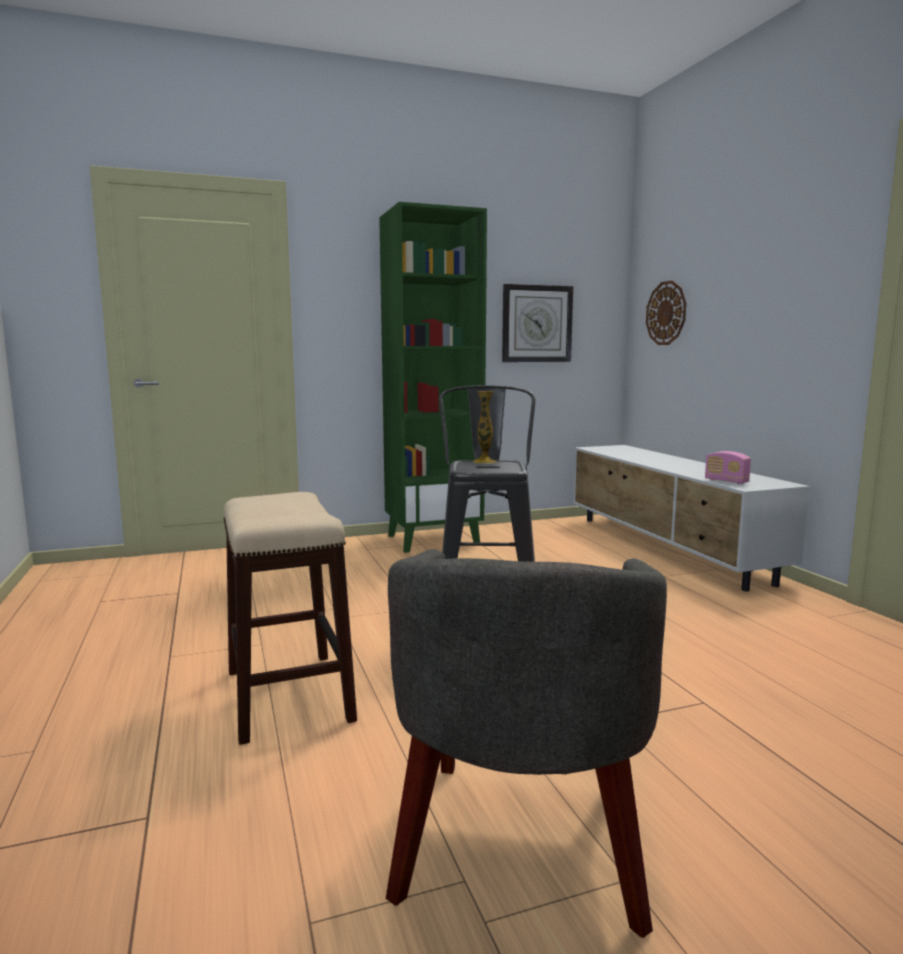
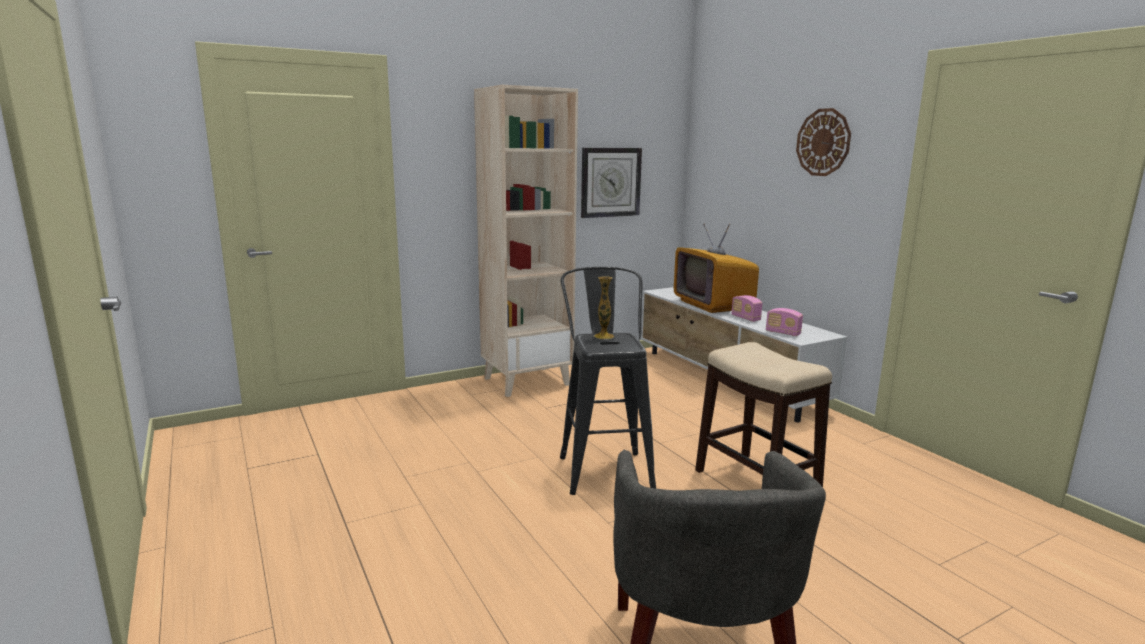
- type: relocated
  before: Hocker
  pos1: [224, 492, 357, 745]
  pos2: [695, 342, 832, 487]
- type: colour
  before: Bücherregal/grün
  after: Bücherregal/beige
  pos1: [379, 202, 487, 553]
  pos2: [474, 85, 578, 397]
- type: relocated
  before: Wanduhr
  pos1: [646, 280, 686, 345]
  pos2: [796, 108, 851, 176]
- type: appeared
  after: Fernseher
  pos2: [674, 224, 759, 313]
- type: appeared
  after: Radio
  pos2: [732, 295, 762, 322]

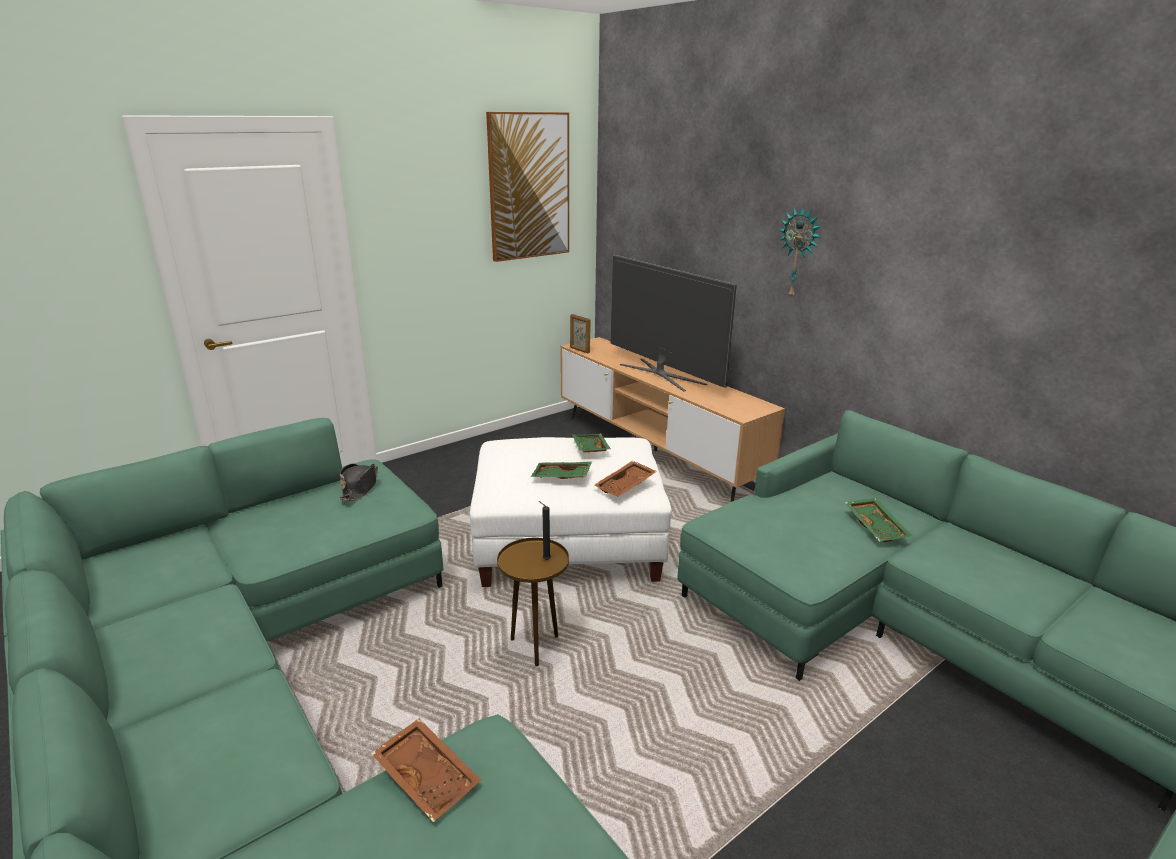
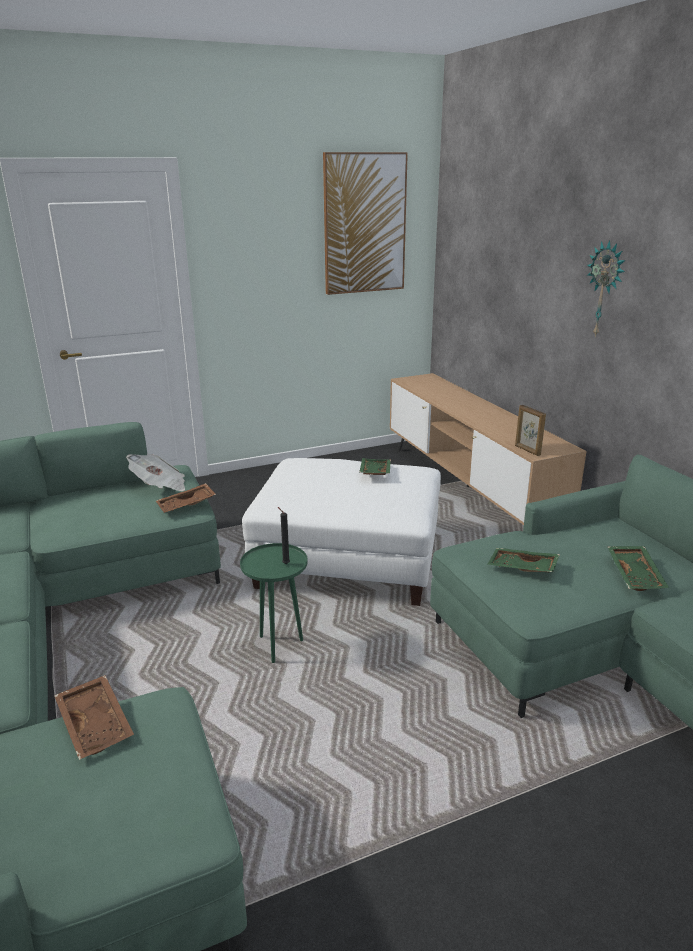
- type: exchanged
  before: Hut/schwarz
  after: Zeitung
  pos1: [339, 463, 378, 501]
  pos2: [126, 454, 185, 491]
- type: colour
  before: Beistelltisch/braun
  after: Beistelltisch/grün
  pos1: [497, 538, 569, 666]
  pos2: [240, 543, 308, 663]
- type: relocated
  before: Tablett/grün
  pos1: [531, 462, 592, 479]
  pos2: [487, 548, 560, 572]
- type: relocated
  before: Bilderrahmen
  pos1: [570, 314, 591, 353]
  pos2: [515, 405, 546, 456]
- type: relocated
  before: Tablett/braun
  pos1: [594, 461, 657, 497]
  pos2: [156, 483, 216, 513]
- type: missing
  before: Fernseher
  pos1: [611, 255, 737, 392]

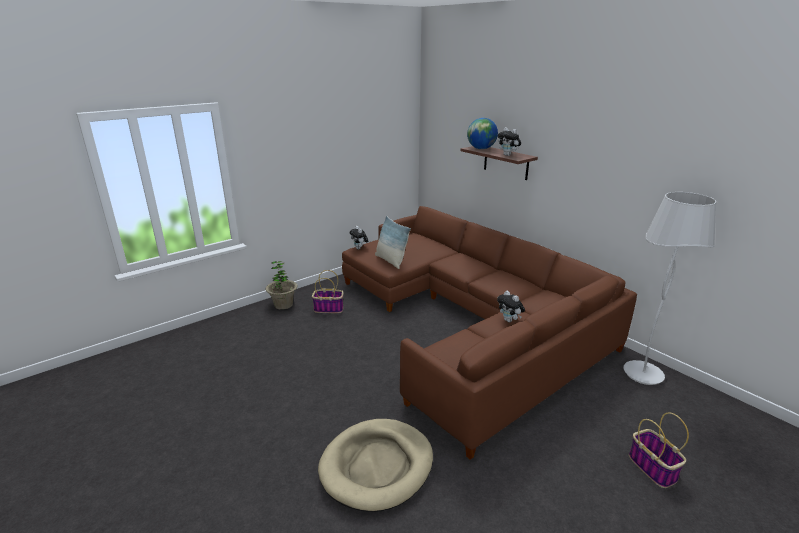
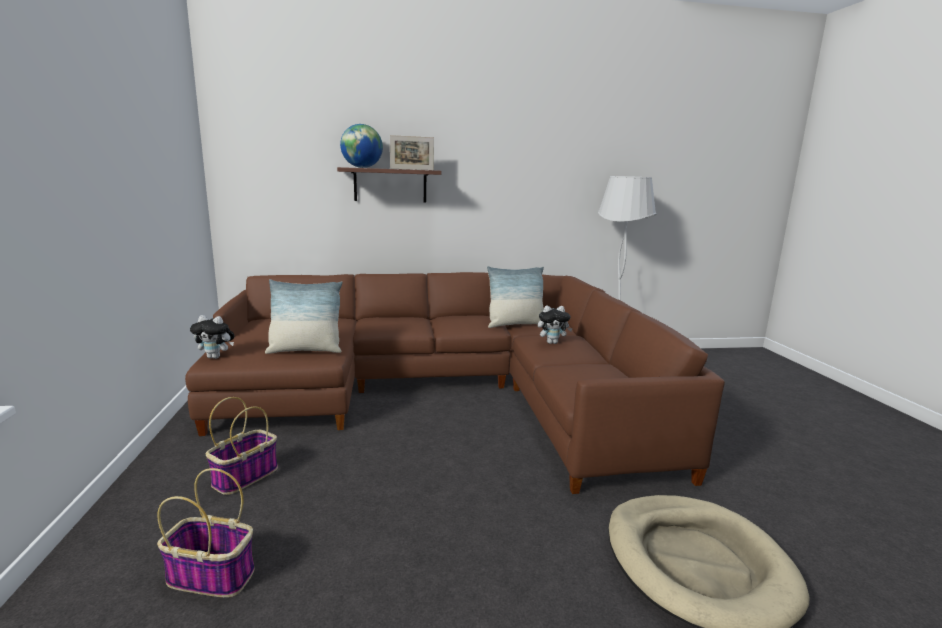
- type: missing
  before: Topfpflanze
  pos1: [265, 261, 298, 310]
- type: exchanged
  before: Plüschtier
  after: Bilderrahmen
  pos1: [498, 128, 521, 156]
  pos2: [390, 135, 434, 170]
- type: relocated
  before: Korb
  pos1: [629, 412, 689, 488]
  pos2: [157, 468, 255, 597]
- type: appeared
  after: Kissen
  pos2: [487, 266, 544, 328]

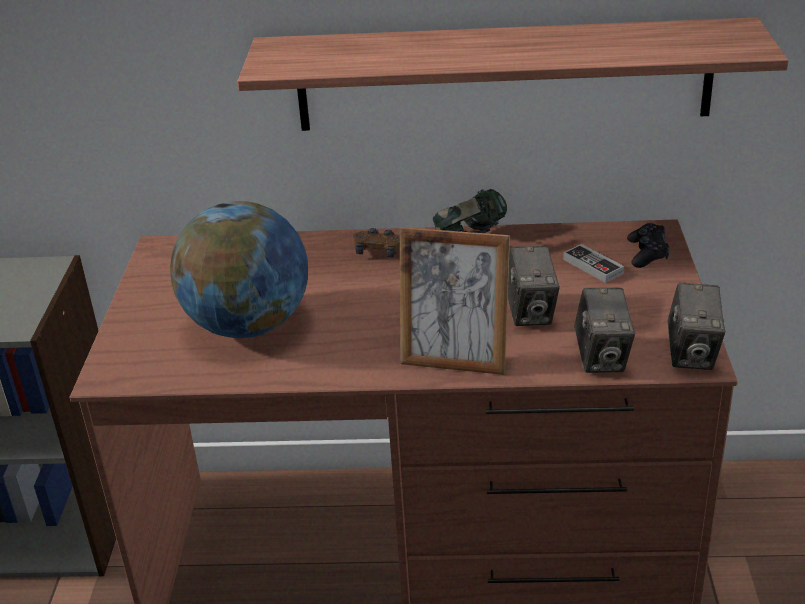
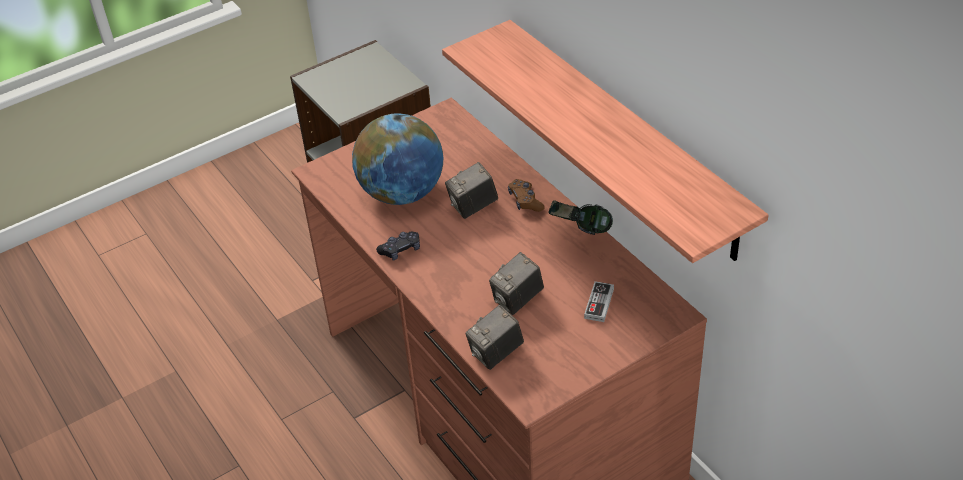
- type: missing
  before: Bilderrahmen
  pos1: [400, 227, 510, 375]
- type: relocated
  before: Gamepad/schwarz
  pos1: [627, 223, 670, 268]
  pos2: [376, 232, 420, 261]
- type: relocated
  before: Kamera
  pos1: [668, 283, 725, 370]
  pos2: [445, 162, 498, 219]

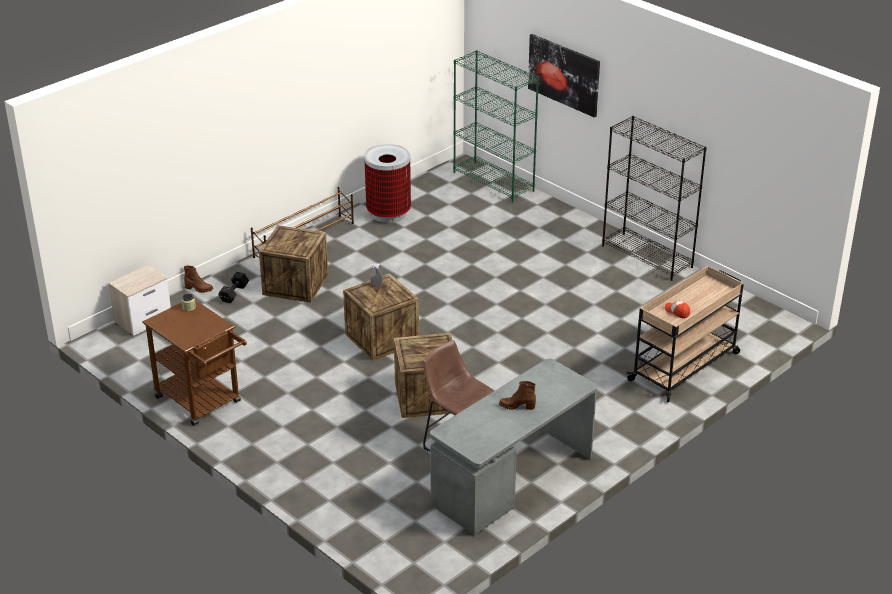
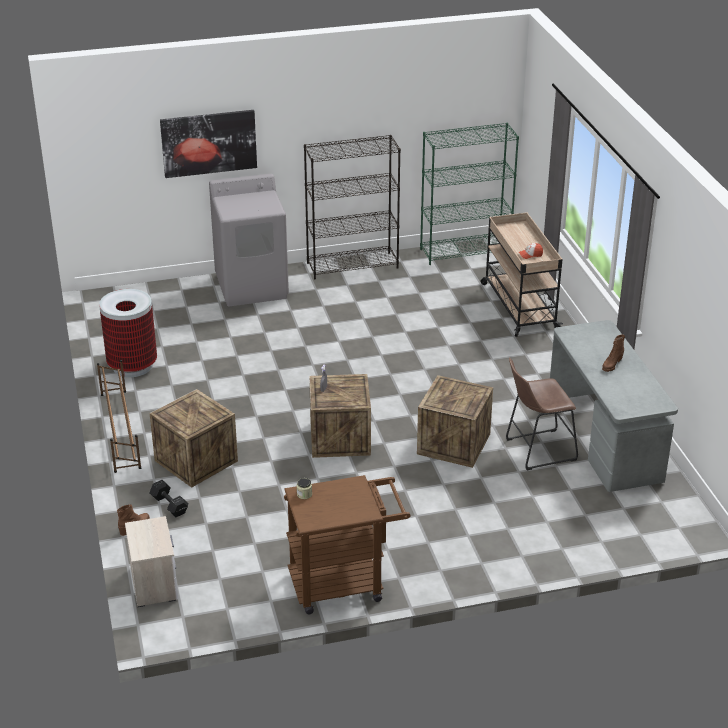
- type: relocated
  before: Bücherregal/grün
  pos1: [453, 50, 539, 203]
  pos2: [420, 123, 519, 265]
- type: appeared
  after: Waschmaschine/grau
  pos2: [209, 174, 289, 306]

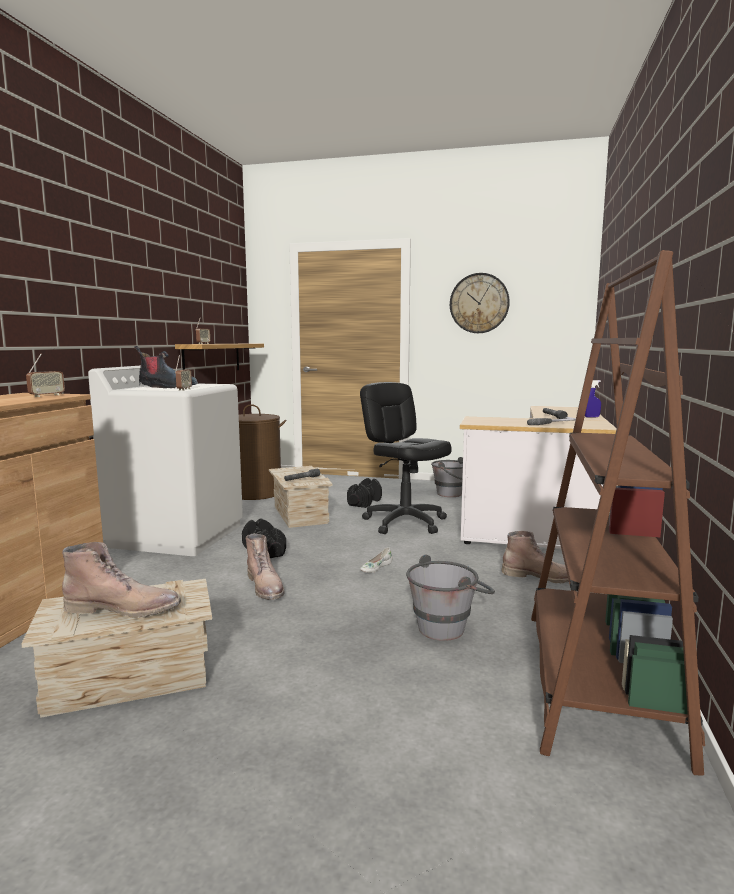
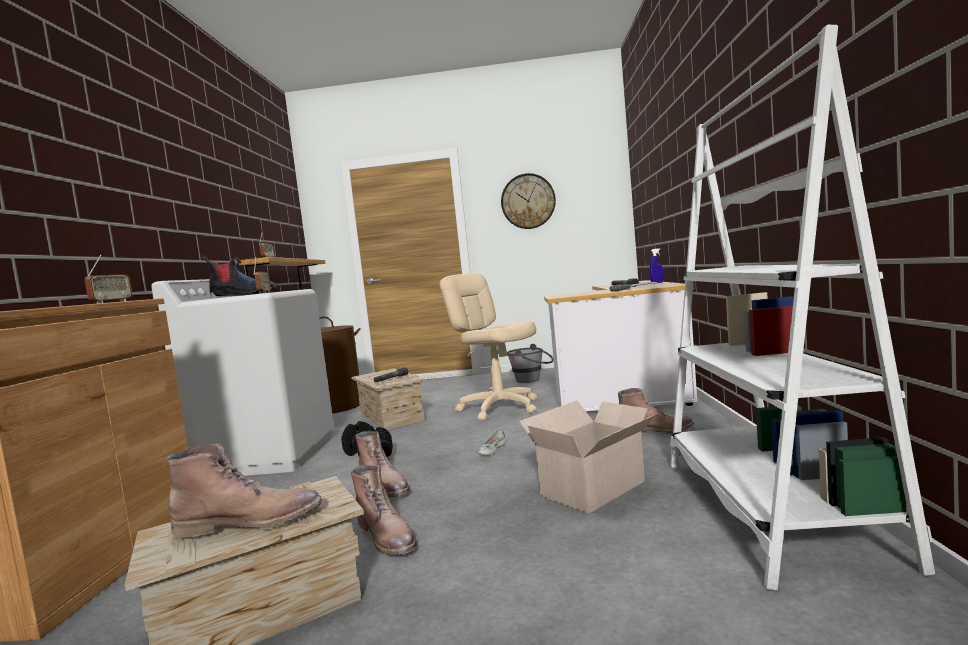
- type: missing
  before: Hantel/schwarz
  pos1: [347, 478, 382, 508]
- type: colour
  before: Bürostuhl/schwarz
  after: Bürostuhl/beige
  pos1: [360, 382, 452, 534]
  pos2: [440, 274, 537, 421]
- type: exchanged
  before: Eimer/grau
  after: Karton
  pos1: [406, 555, 495, 641]
  pos2: [519, 400, 658, 514]
- type: colour
  before: Bücherregal/braun
  after: Bücherregal/weiß
  pos1: [531, 250, 705, 776]
  pos2: [670, 25, 935, 590]
- type: appeared
  after: Stiefel/braun
  pos2: [351, 466, 417, 556]

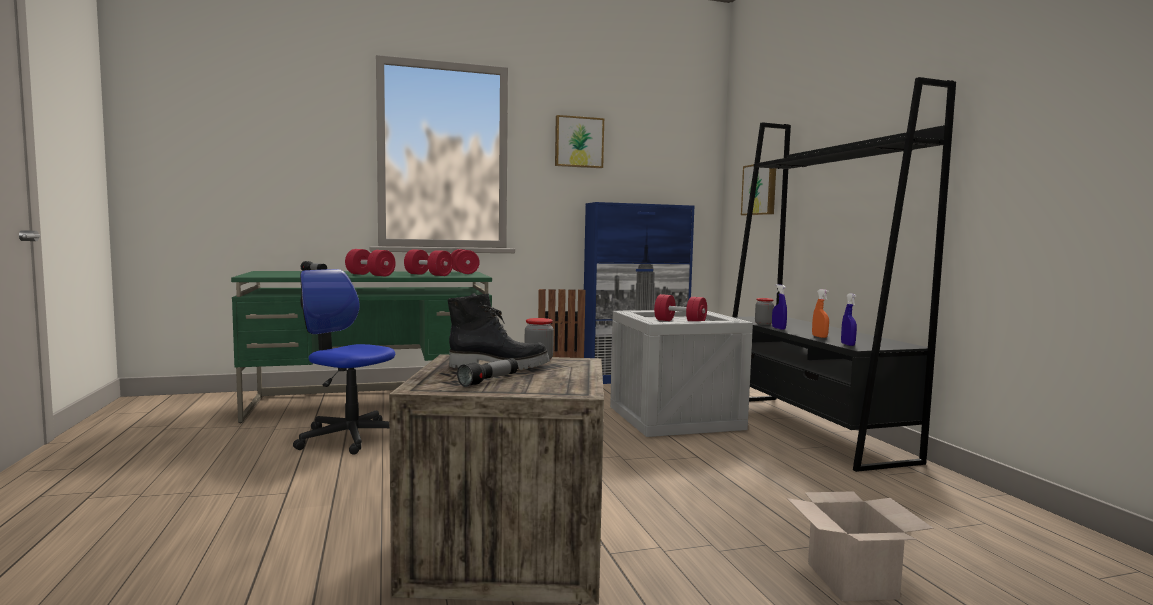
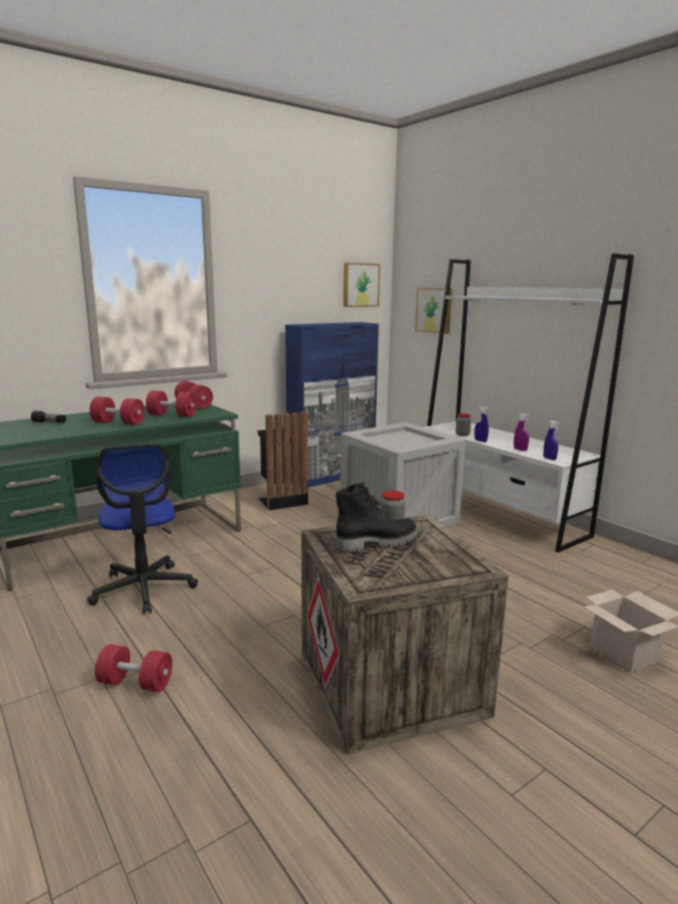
- type: spun
  before: Bürostuhl
  pos1: [293, 269, 395, 455]
  pos2: [87, 443, 198, 614]
  turn: -120
- type: missing
  before: Taschenlampe
  pos1: [457, 358, 518, 387]
- type: relocated
  before: Bild
  pos1: [555, 115, 604, 168]
  pos2: [343, 263, 380, 307]
- type: relocated
  before: Hantel/rot
  pos1: [654, 294, 707, 321]
  pos2: [95, 644, 172, 692]
- type: colour
  before: Bücherregal/schwarz
  after: Bücherregal/weiß
  pos1: [732, 77, 956, 472]
  pos2: [424, 254, 634, 552]
- type: colour
  before: Sprühflasche/orange
  after: Sprühflasche/lila
  pos1: [812, 289, 829, 338]
  pos2: [514, 413, 530, 451]

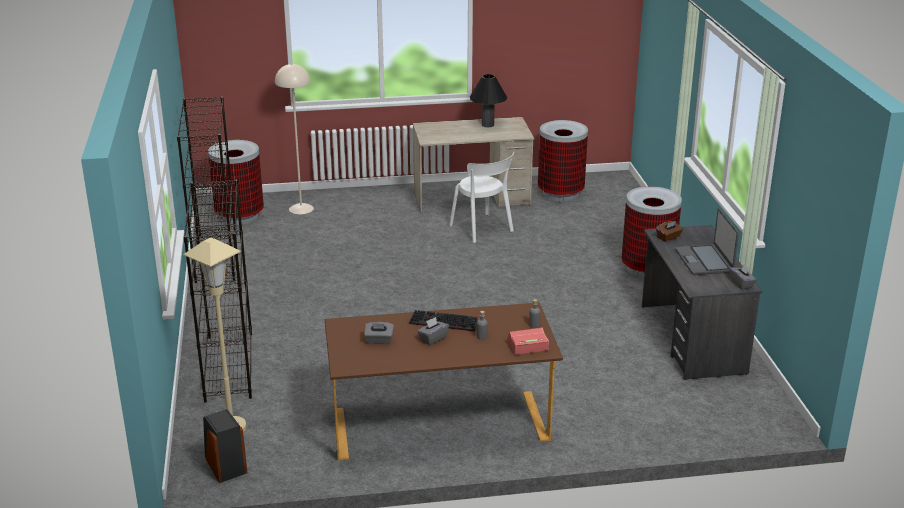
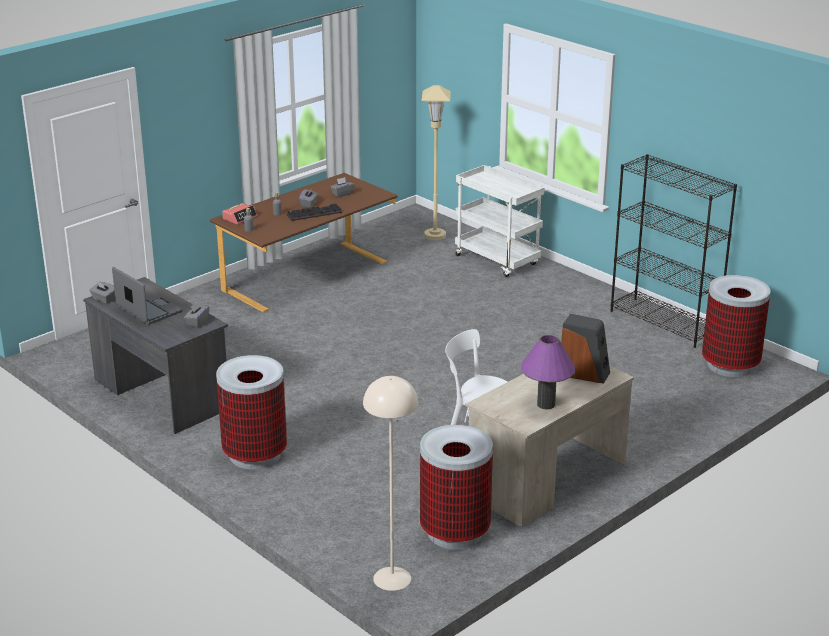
- type: exchanged
  before: Bücherregal/schwarz
  after: Rollwagen/weiß
  pos1: [183, 180, 252, 403]
  pos2: [455, 165, 545, 277]
- type: relocated
  before: Lautsprecher
  pos1: [203, 409, 248, 483]
  pos2: [561, 314, 610, 384]
- type: relocated
  before: Stehlampe/beige
  pos1: [275, 64, 314, 214]
  pos2: [363, 376, 418, 591]
- type: colour
  before: Tischlampe/schwarz
  after: Tischlampe/lila
  pos1: [470, 74, 507, 127]
  pos2: [521, 335, 576, 410]
- type: colour
  before: Taschentuchbox/braun
  after: Taschentuchbox/grau
  pos1: [656, 221, 683, 242]
  pos2: [184, 302, 210, 327]

